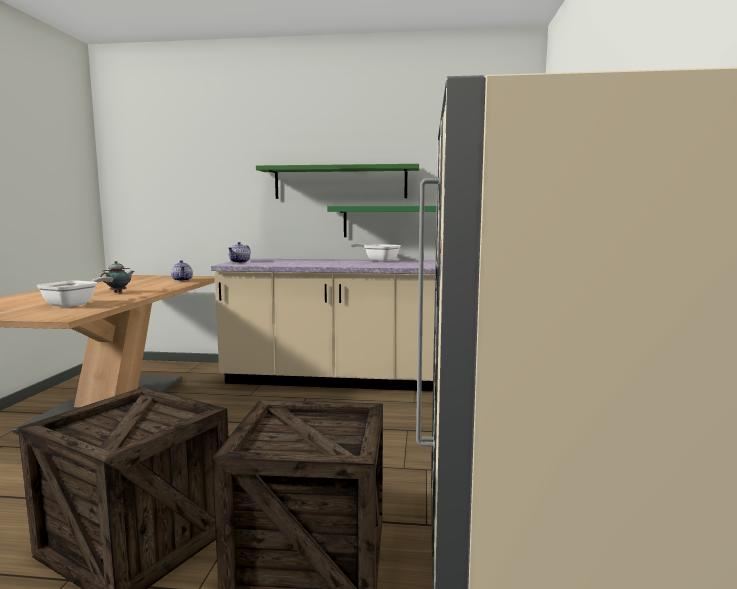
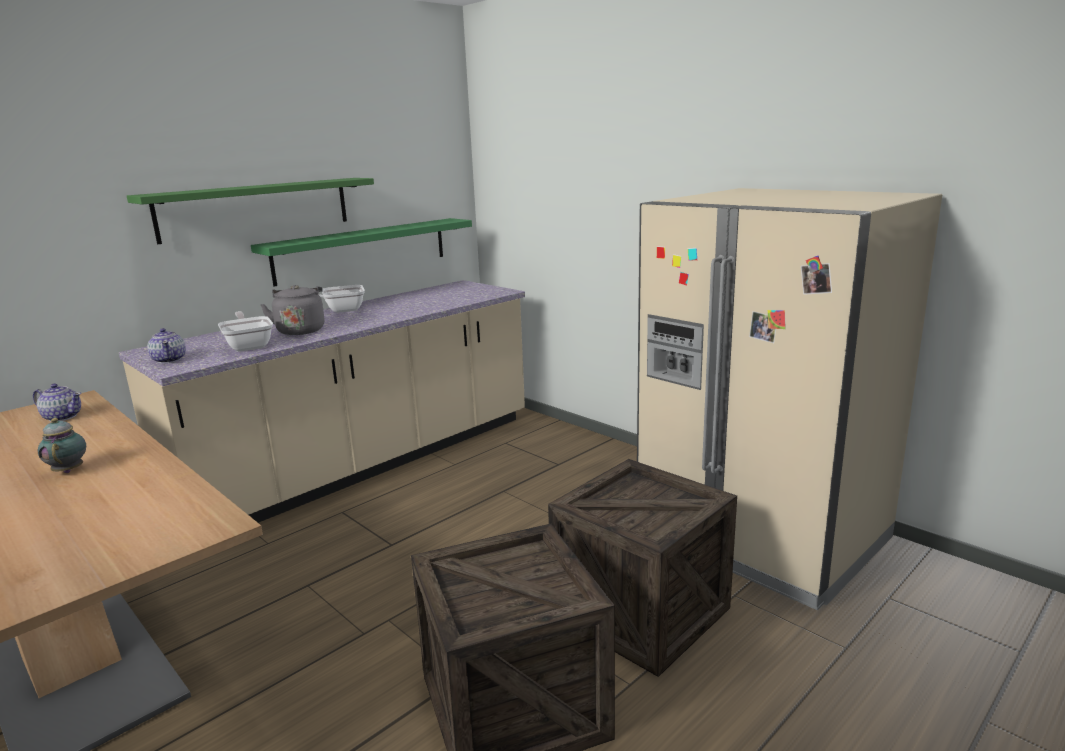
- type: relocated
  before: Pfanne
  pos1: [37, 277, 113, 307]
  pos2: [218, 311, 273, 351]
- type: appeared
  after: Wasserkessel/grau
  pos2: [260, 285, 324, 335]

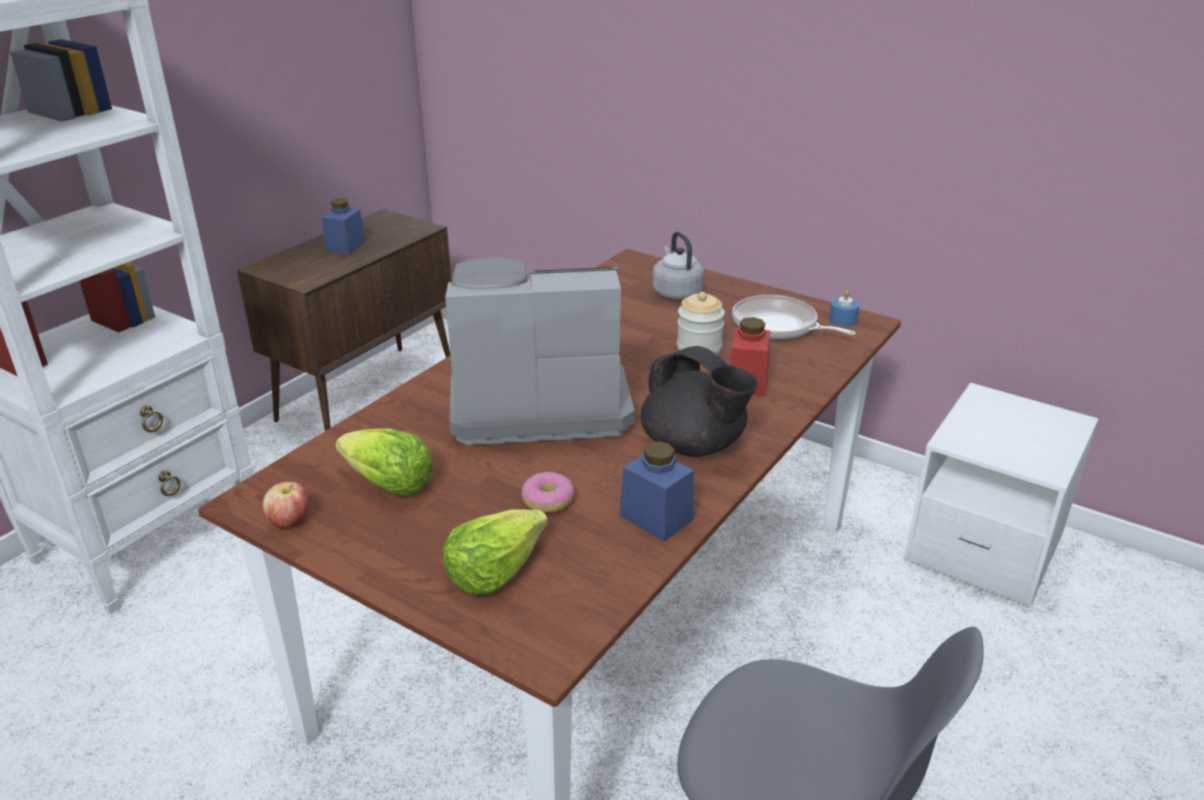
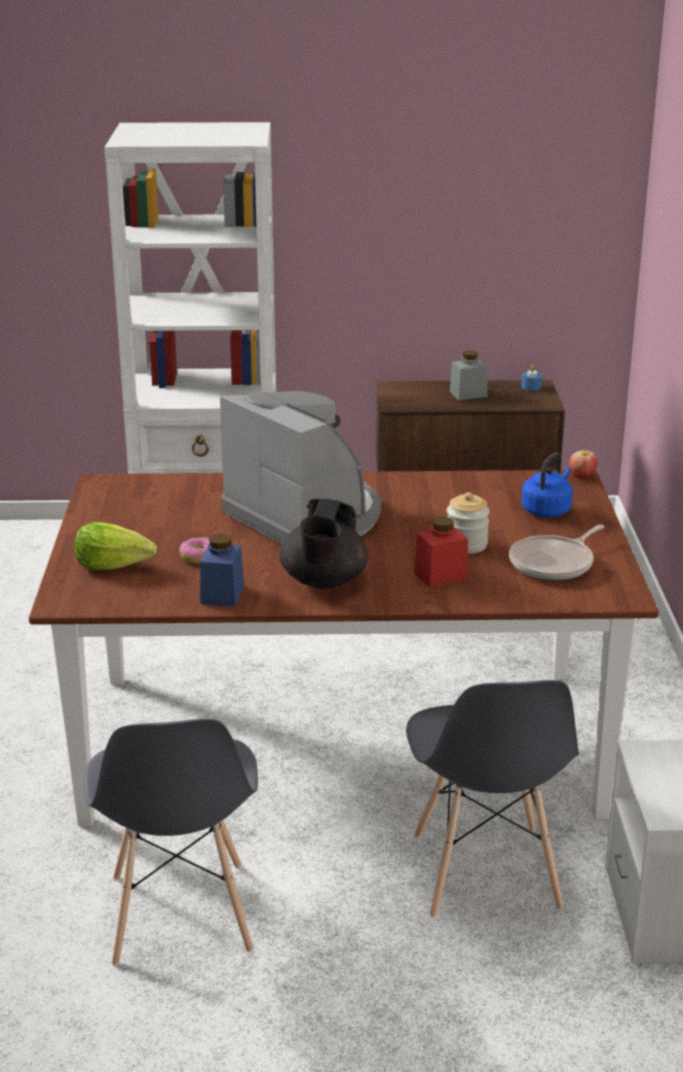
- type: relocated
  before: Apfel
  pos1: [263, 481, 309, 528]
  pos2: [569, 450, 598, 479]
- type: colour
  before: Vorratsglas/blau
  after: Vorratsglas/grau
  pos1: [322, 198, 366, 254]
  pos2: [450, 350, 488, 400]
- type: missing
  before: Salatkopf
  pos1: [335, 428, 434, 496]
- type: colour
  before: Wasserkessel/grau
  after: Wasserkessel/blau
  pos1: [653, 231, 704, 300]
  pos2: [522, 452, 573, 517]
- type: spun
  before: Pfanne
  pos1: [732, 295, 856, 340]
  pos2: [509, 524, 605, 580]
  turn: -135
- type: relocated
  before: Kerze/blau
  pos1: [829, 290, 859, 326]
  pos2: [521, 365, 542, 391]
- type: appeared
  after: Stuhl/grau
  pos2: [406, 680, 579, 918]

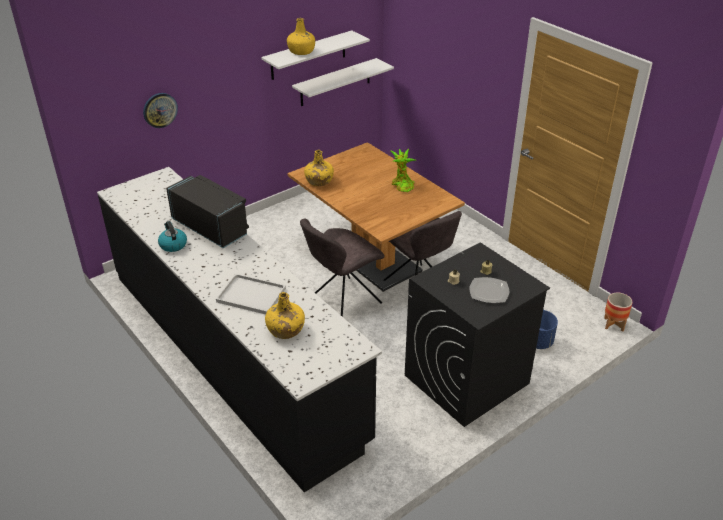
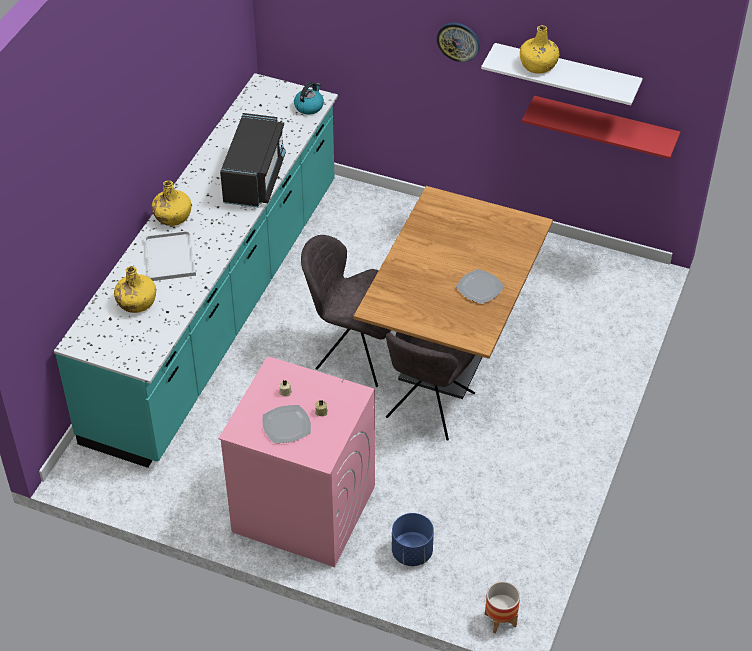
- type: colour
  before: Küchenzeile/schwarz
  after: Küchenzeile/türkis
  pos1: [97, 167, 382, 493]
  pos2: [54, 73, 338, 468]
- type: relocated
  before: Wanduhr
  pos1: [143, 93, 178, 128]
  pos2: [436, 23, 480, 62]
- type: relocated
  before: Wasserkessel
  pos1: [158, 221, 187, 252]
  pos2: [294, 82, 324, 115]
- type: colour
  before: Wandregal/weiß
  after: Wandregal/rot
  pos1: [292, 58, 394, 106]
  pos2: [522, 96, 680, 159]
- type: relocated
  before: Flasche/gelb
  pos1: [304, 150, 334, 186]
  pos2: [152, 180, 191, 226]
- type: exchanged
  before: Topfpflanze
  after: Teller
  pos1: [391, 149, 416, 192]
  pos2: [456, 269, 504, 304]
- type: colour
  before: Waschmaschine/schwarz
  after: Waschmaschine/rosa
  pos1: [405, 242, 550, 427]
  pos2: [218, 356, 375, 567]

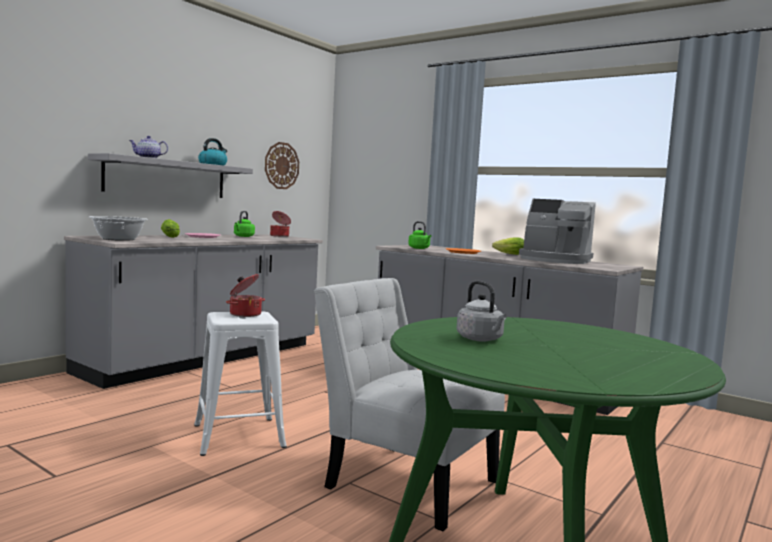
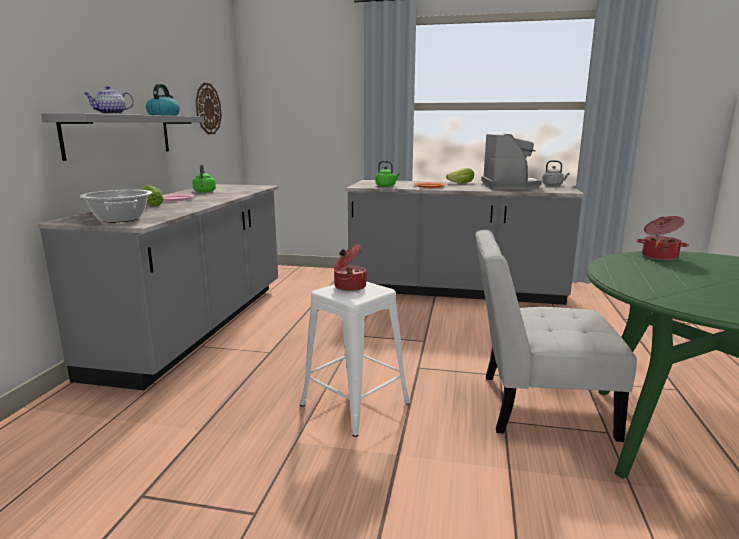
- type: relocated
  before: Kochtopf
  pos1: [270, 211, 291, 237]
  pos2: [636, 216, 689, 260]
- type: relocated
  before: Wasserkessel/grau
  pos1: [456, 281, 507, 342]
  pos2: [542, 160, 570, 186]
- type: spun
  before: Kaffeemaschine
  pos1: [519, 199, 596, 264]
  pos2: [481, 134, 542, 190]
  turn: -90

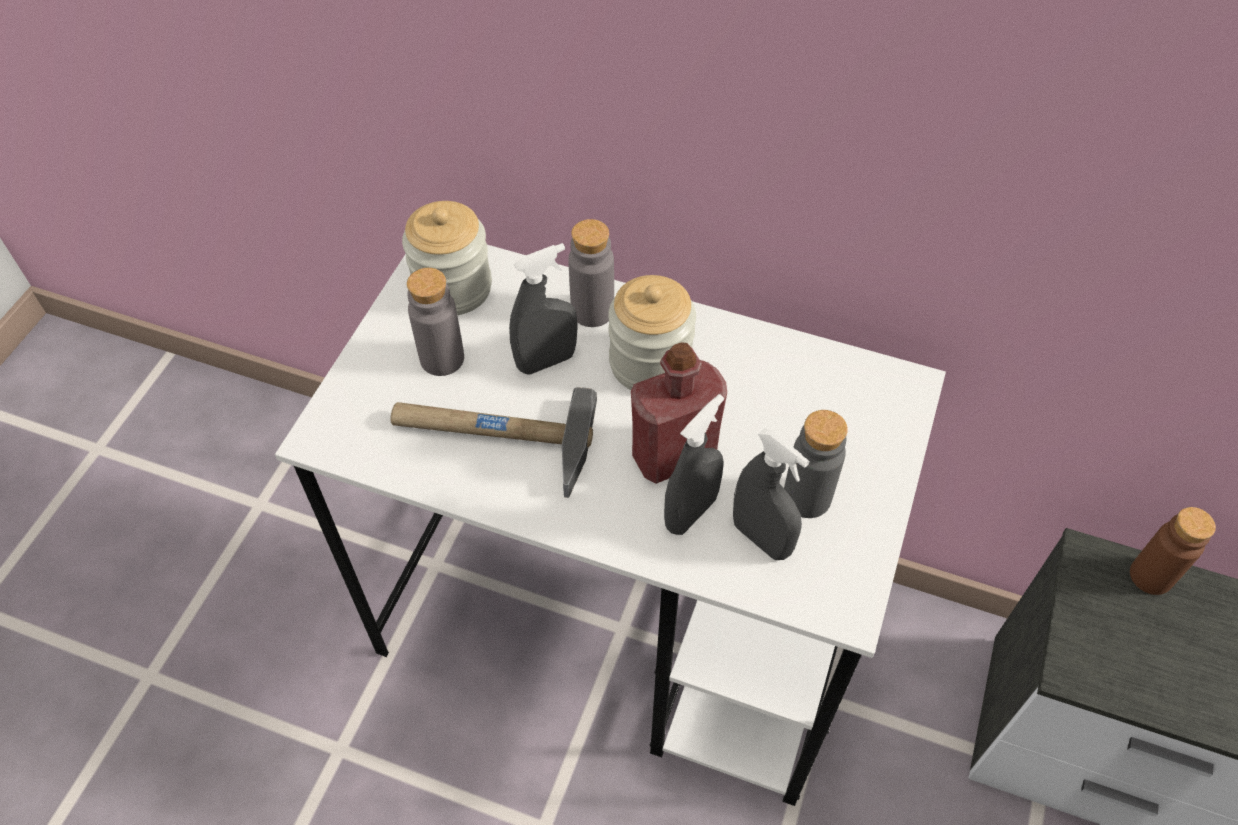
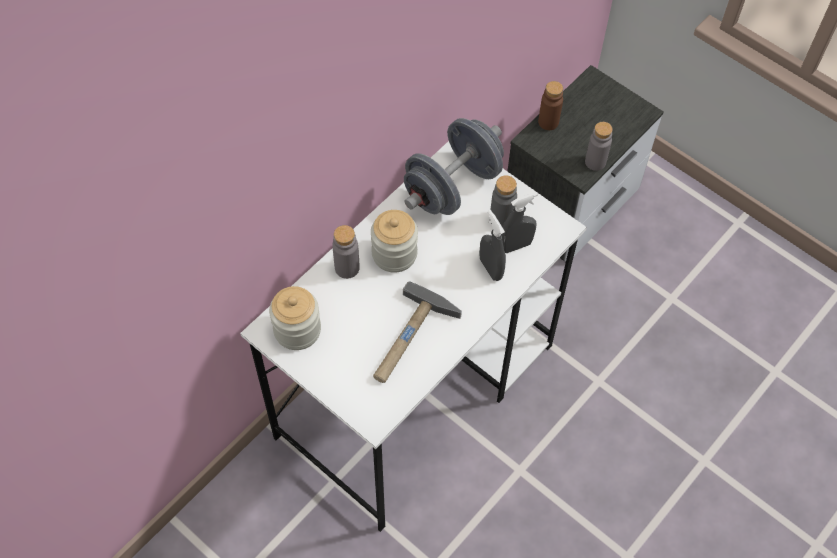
- type: relocated
  before: Flasche/grau
  pos1: [407, 268, 464, 376]
  pos2: [585, 122, 613, 171]
- type: missing
  before: Sprühflasche/grau
  pos1: [509, 243, 578, 375]
- type: missing
  before: Flasche/rot
  pos1: [631, 342, 727, 484]
- type: appeared
  after: Hantel/grau
  pos2: [404, 118, 504, 215]

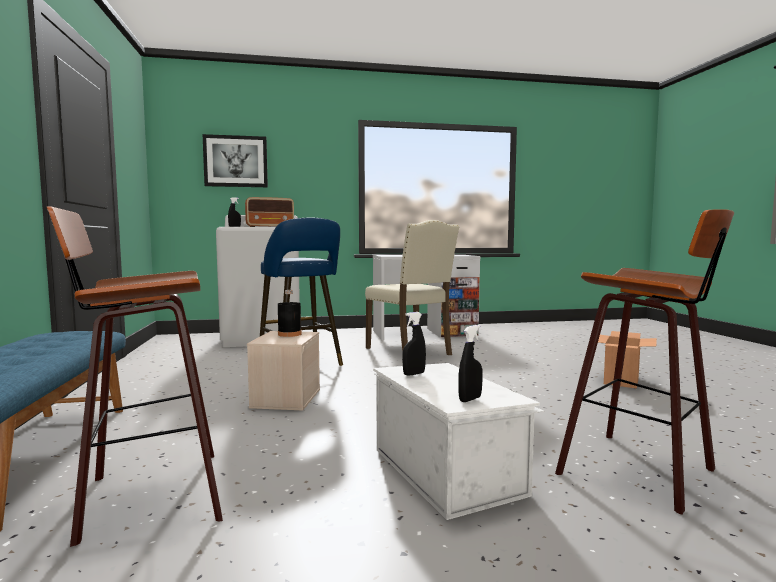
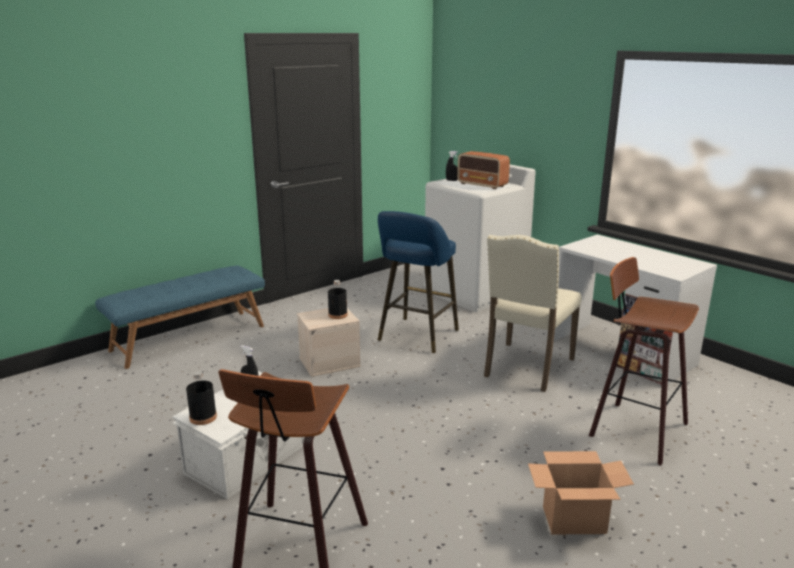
- type: relocated
  before: Hocker
  pos1: [47, 206, 223, 547]
  pos2: [589, 257, 699, 466]
- type: missing
  before: Bild
  pos1: [203, 134, 268, 187]
- type: exchanged
  before: Sprühflasche/schwarz
  after: Flasche/schwarz
  pos1: [458, 325, 483, 402]
  pos2: [186, 371, 217, 425]

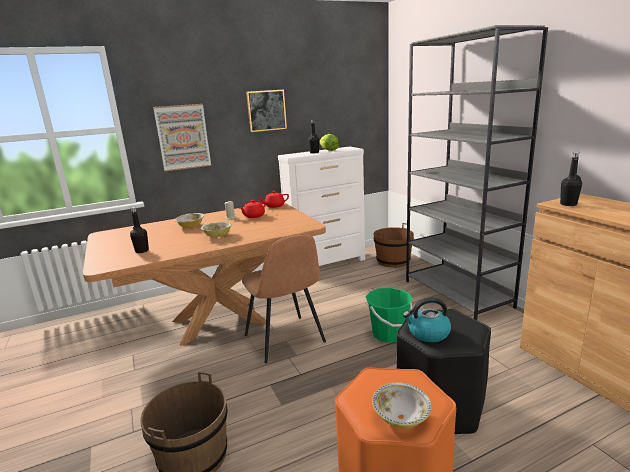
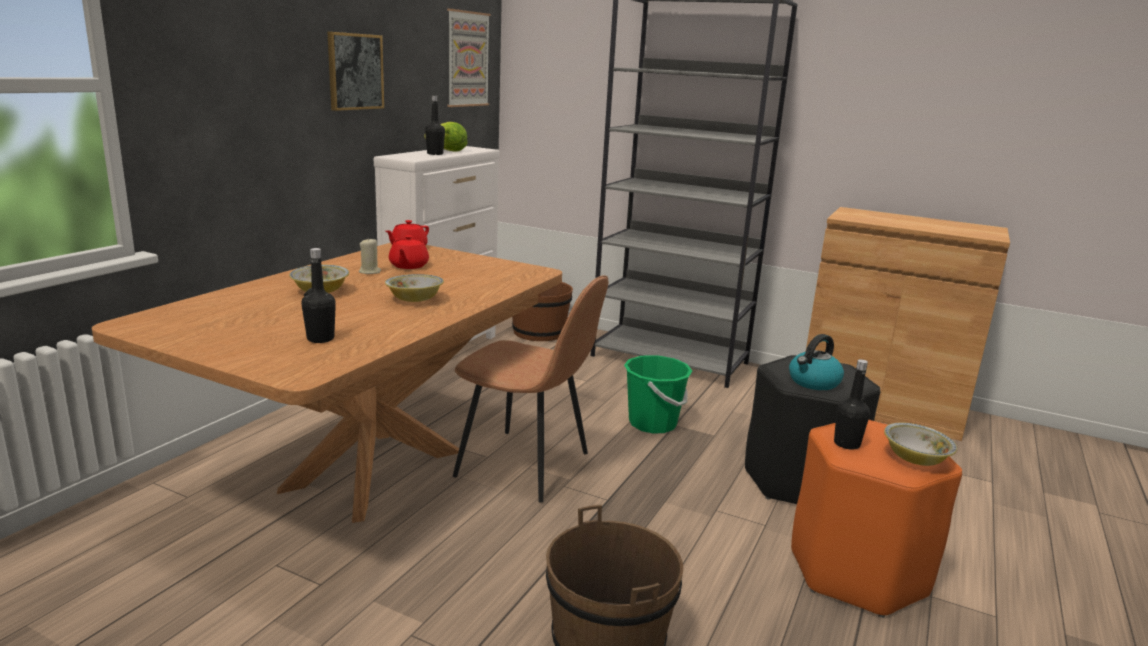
- type: relocated
  before: Bild
  pos1: [153, 104, 212, 171]
  pos2: [447, 9, 491, 107]
- type: relocated
  before: Flasche/schwarz
  pos1: [560, 152, 582, 206]
  pos2: [834, 359, 870, 450]

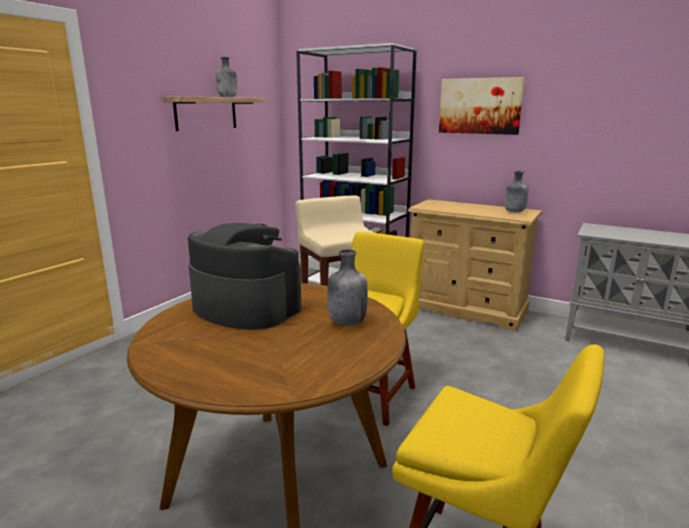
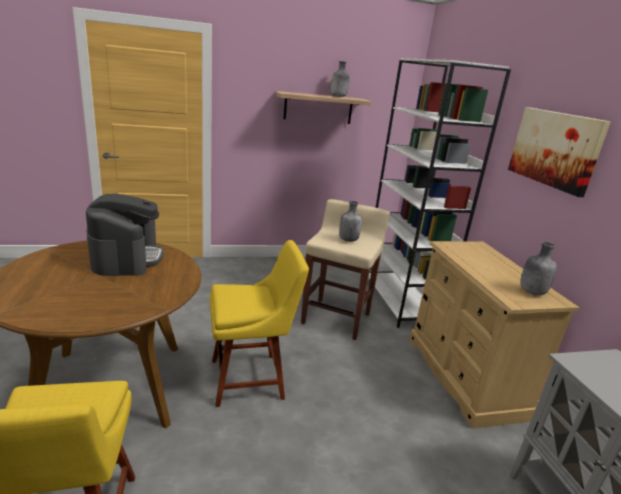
- type: relocated
  before: Flasche/grau
  pos1: [327, 249, 368, 326]
  pos2: [339, 201, 362, 242]

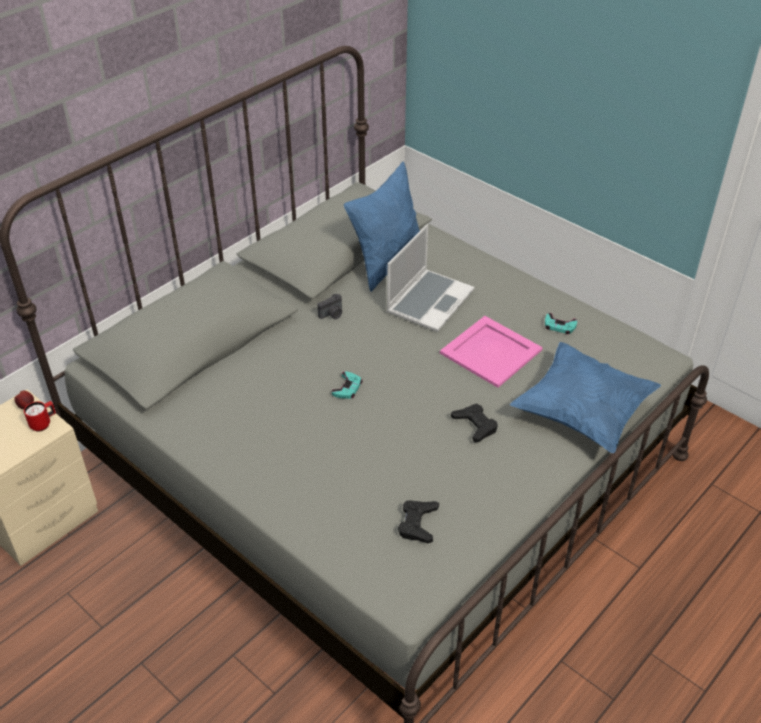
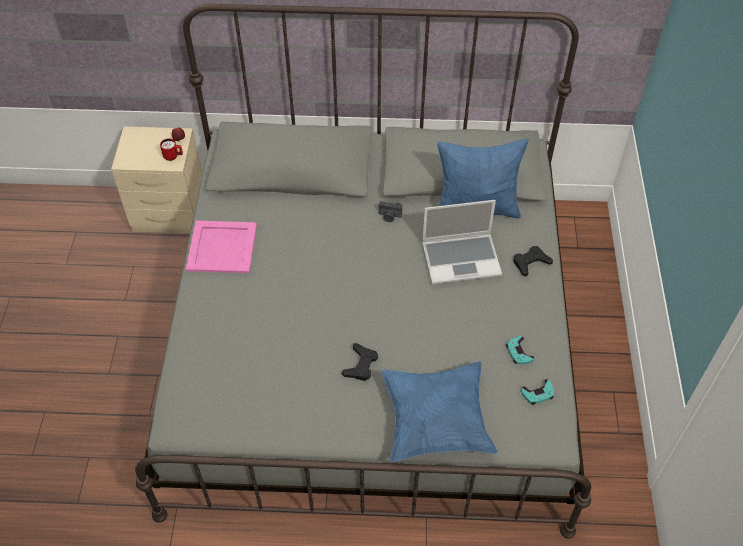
- type: relocated
  before: Gamepad/türkis
  pos1: [332, 371, 362, 399]
  pos2: [521, 379, 554, 405]
- type: relocated
  before: Gamepad/schwarz
  pos1: [398, 500, 439, 543]
  pos2: [514, 246, 553, 277]
- type: relocated
  before: Tablett/rosa
  pos1: [440, 316, 543, 388]
  pos2: [186, 221, 257, 273]

